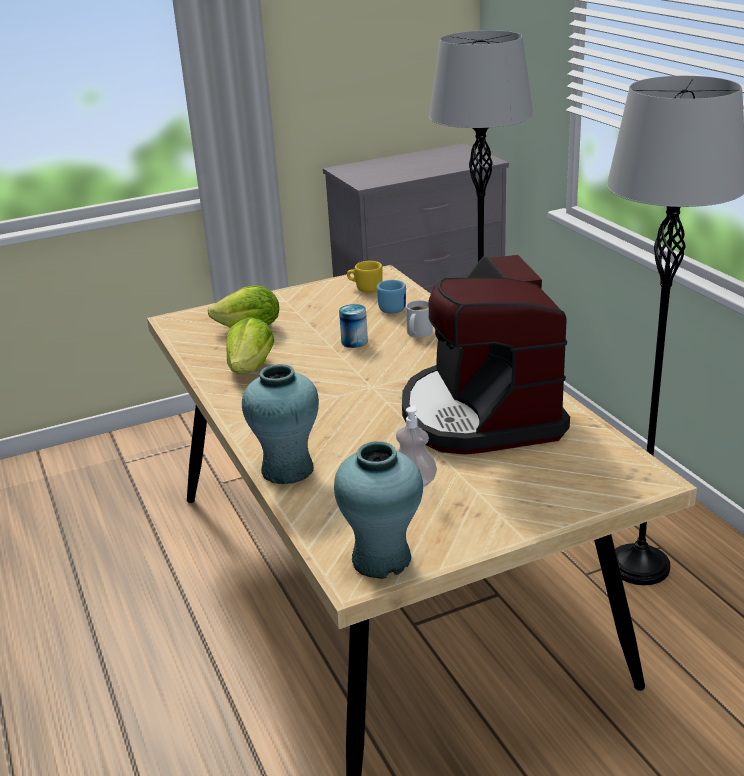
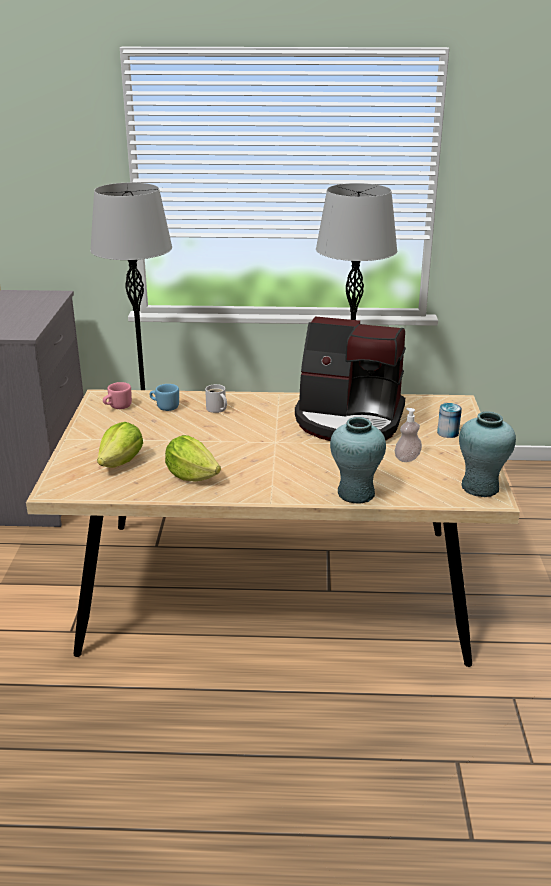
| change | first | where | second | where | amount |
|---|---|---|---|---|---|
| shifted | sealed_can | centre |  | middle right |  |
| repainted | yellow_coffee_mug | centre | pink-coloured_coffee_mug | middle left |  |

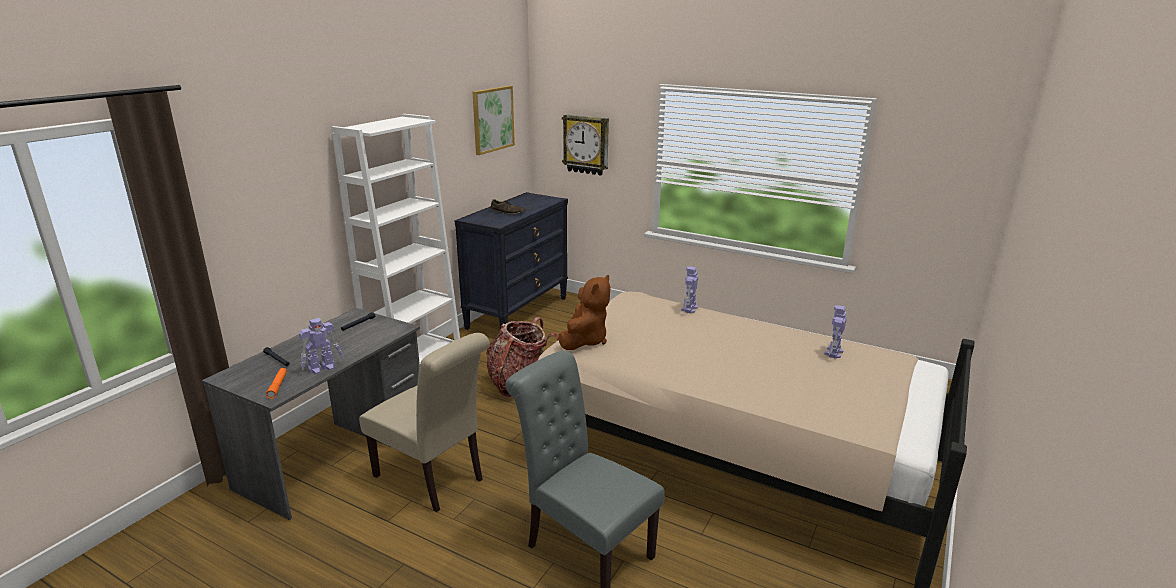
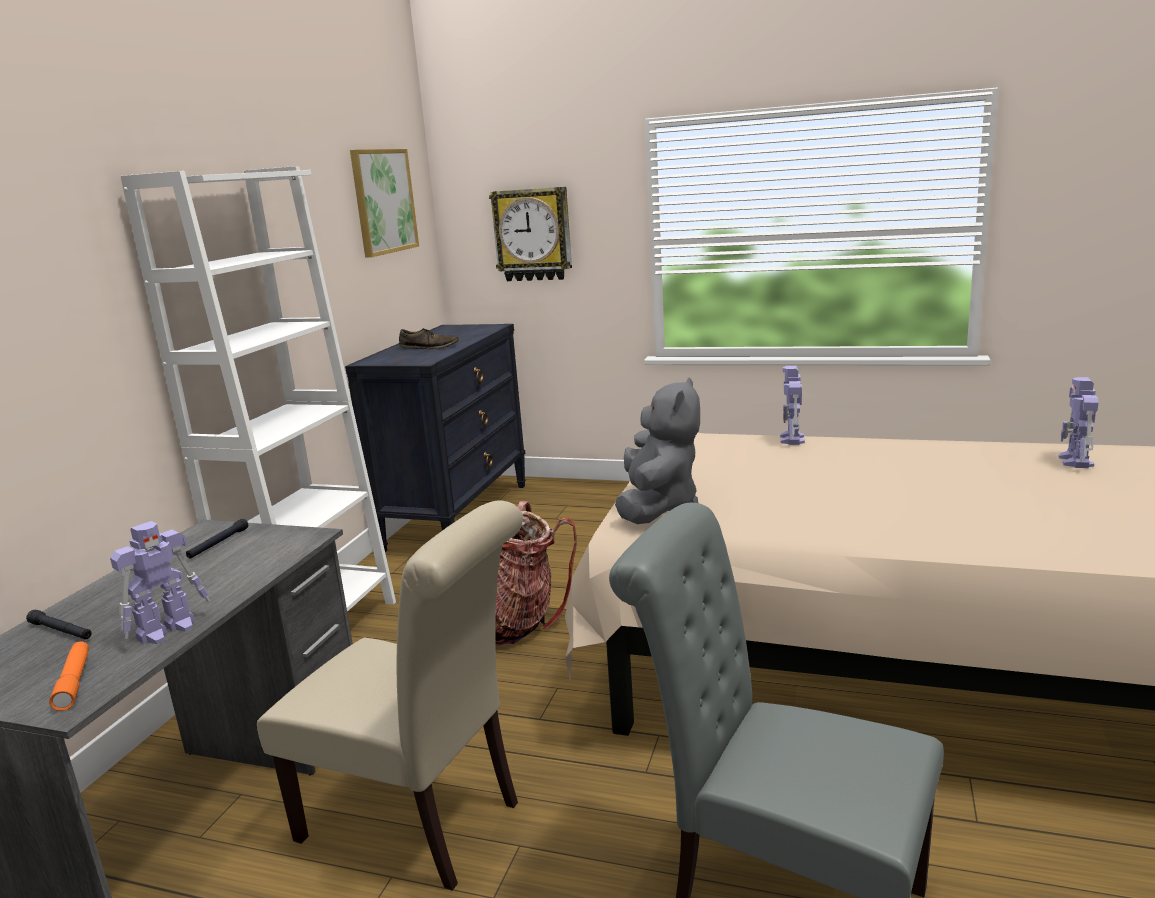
| change | first | where | second | where | amount |
|---|---|---|---|---|---|
| repainted | brownish_soft_toy | centre | grey_soft_toy | centre |  |

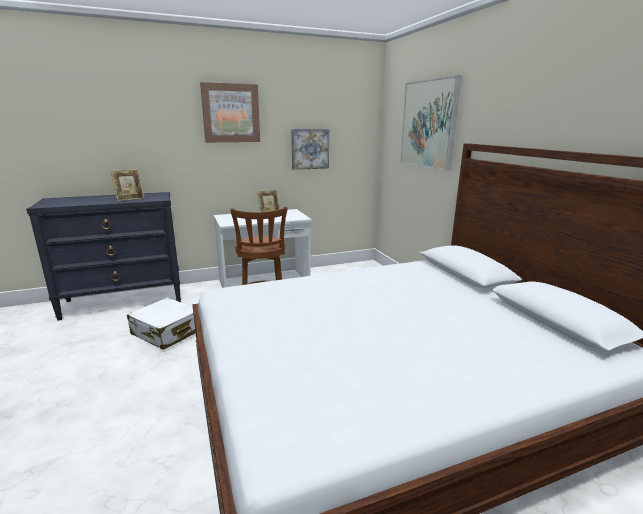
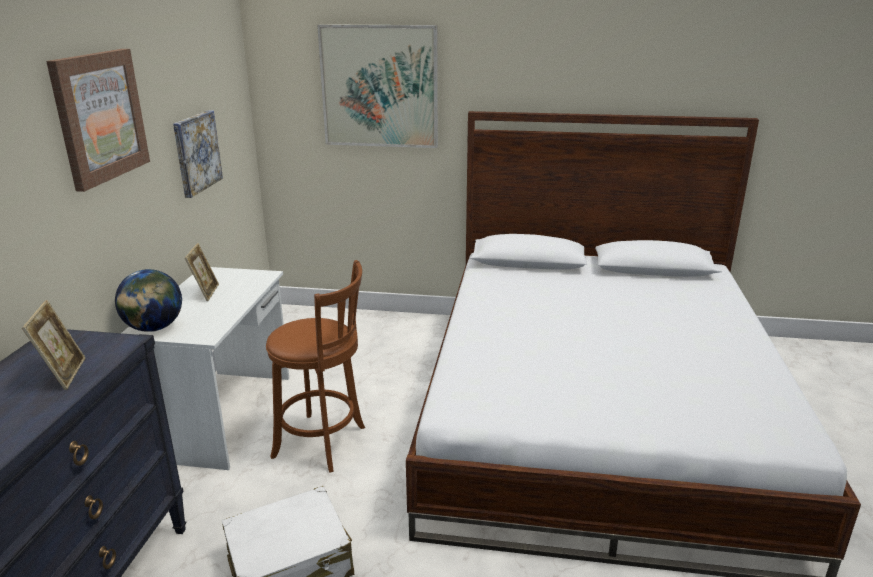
| change | first | where | second | where | amount |
|---|---|---|---|---|---|
| new |  |  | desk_globe | middle left |  |

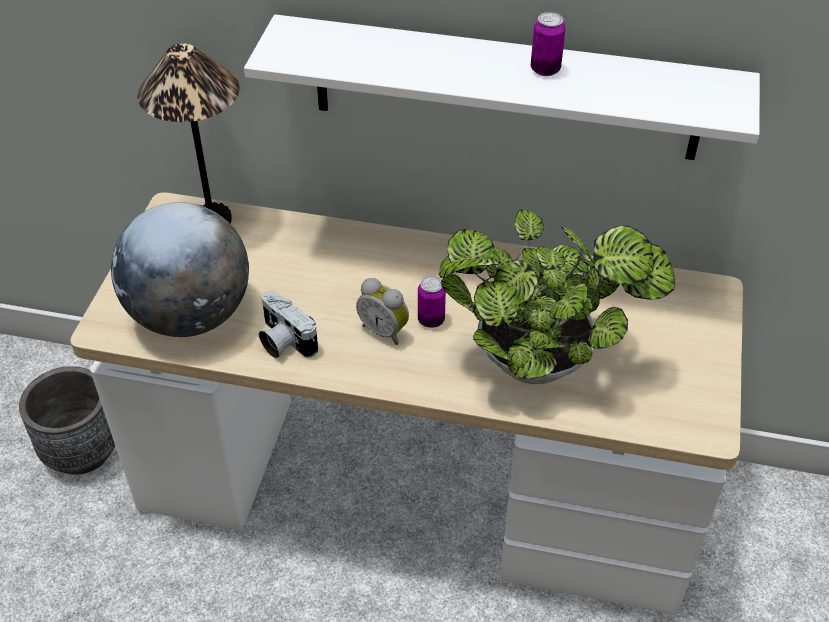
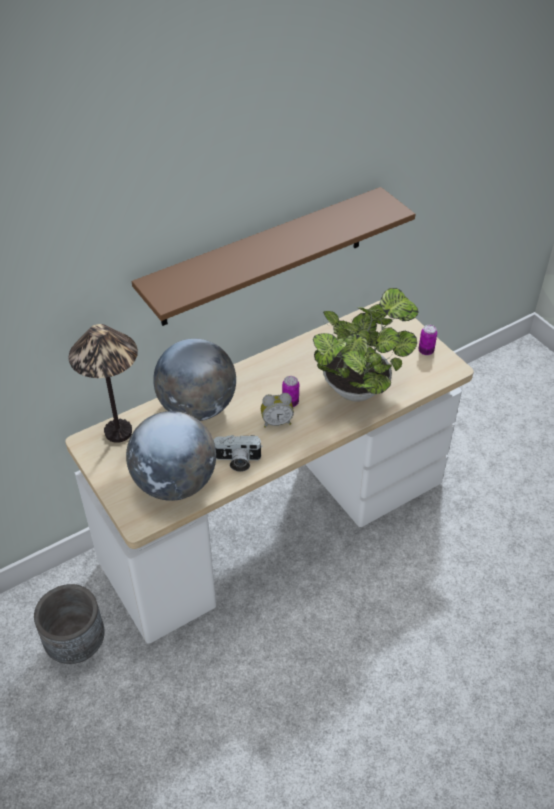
| change | first | where | second | where | amount |
|---|---|---|---|---|---|
| repainted | whitish_shelf | top centre | brownish_shelf | top centre |  |
| shifted | sealed_can (no. 2 from left) | top centre |  | middle right |  |
| new |  |  | desk_globe (no. 2 from left) | centre |  |

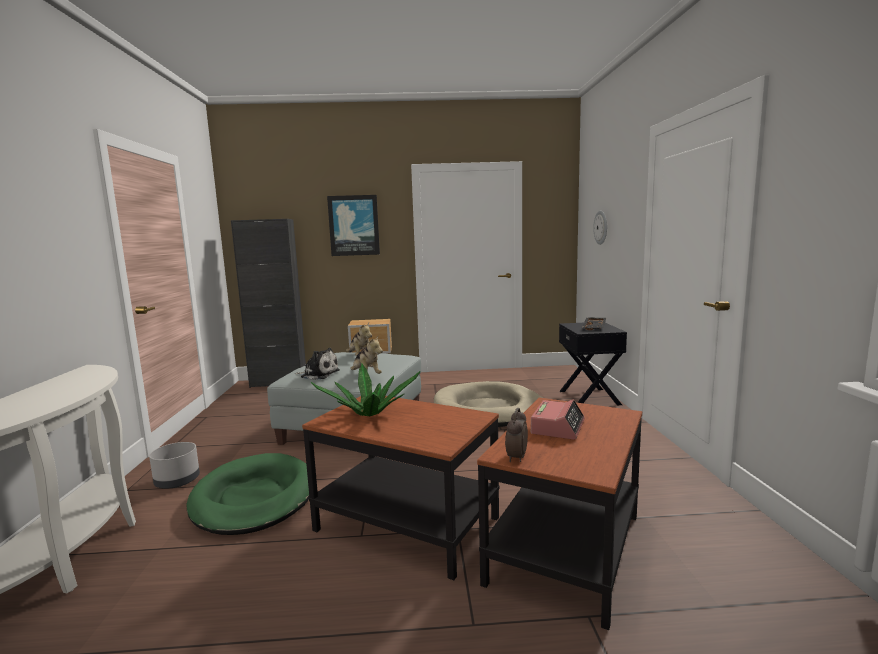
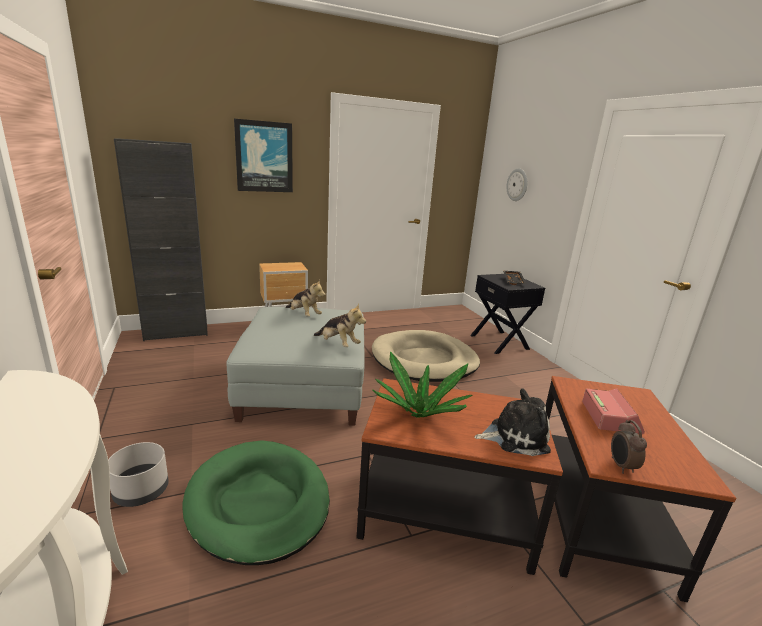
| change | first | where | second | where | amount |
|---|---|---|---|---|---|
| shifted | soft_toy (no. 1 from left in the first image) | centre | soft_toy (no. 3 from left) | bottom right |  |

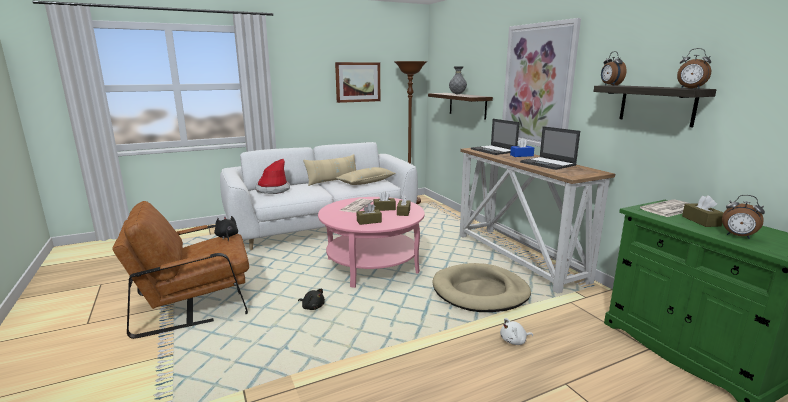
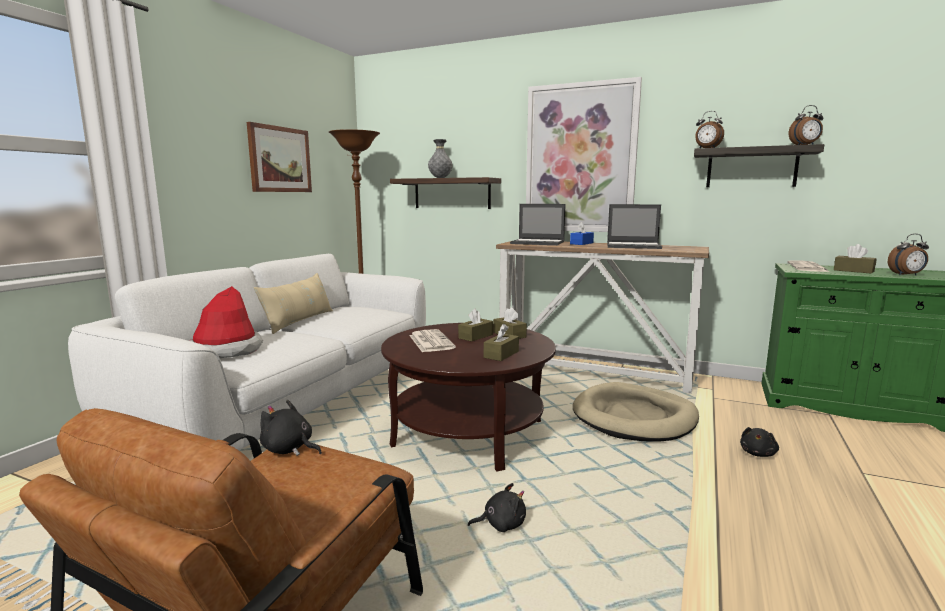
| change | first | where | second | where | amount |
|---|---|---|---|---|---|
| repainted | pink-coloured_coffee_table | centre | brownish_coffee_table | centre |  |
| gone | beige_throw_pillow (no. 2 from left) | centre |  |  |  |
| repainted | whitish_soft_toy | bottom centre | black-coloured_soft_toy (no. 3 from left) | bottom right |  |

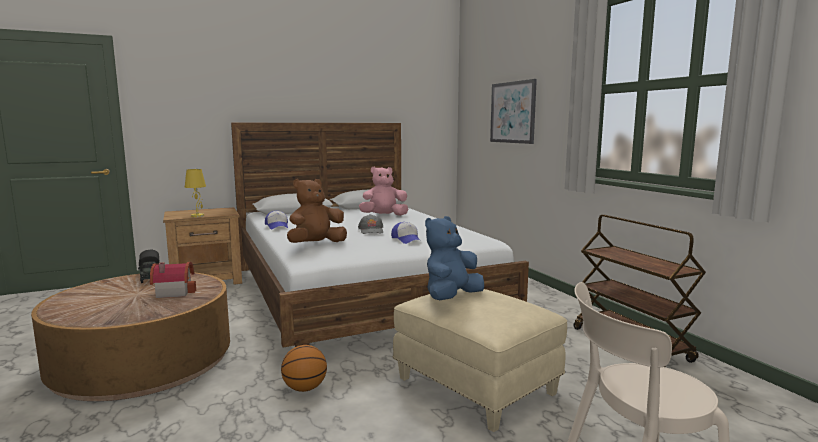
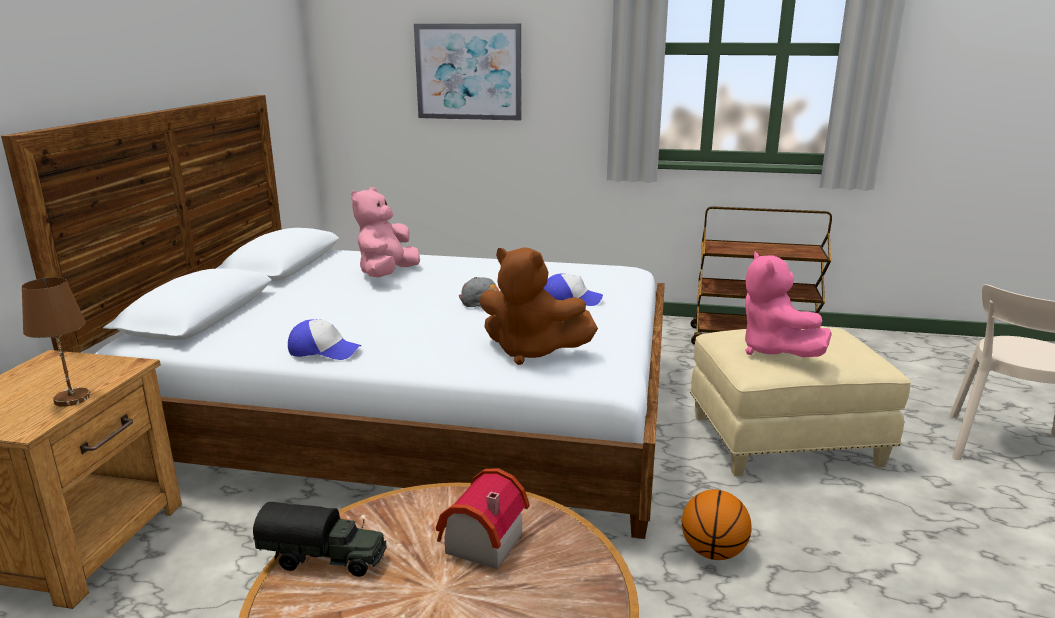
| change | first | where | second | where | amount |
|---|---|---|---|---|---|
| repainted | yellow_lamp_for_a_table | middle left | brownish_lamp_for_a_table | middle left |  |
| rotated | brownish_soft_toy | centre |  | centre | 60 degrees counterclockwise |
| repainted | blue_soft_toy | centre | pink-coloured_soft_toy (no. 2 from left) | middle right |  |

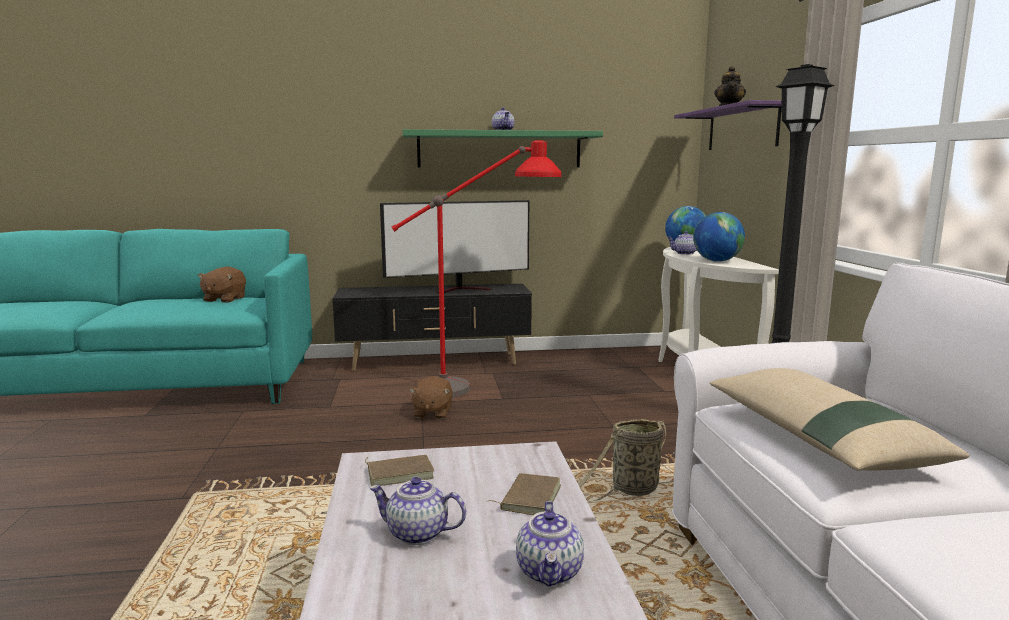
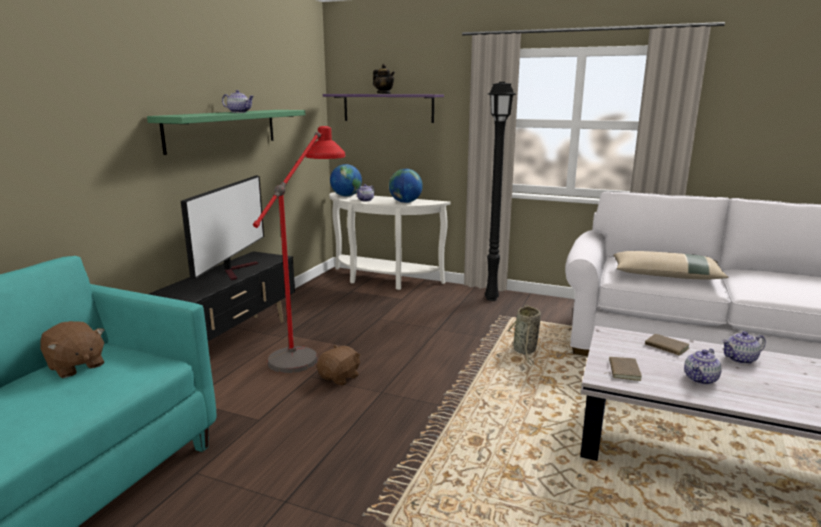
| change | first | where | second | where | amount |
|---|---|---|---|---|---|
| rotated | brownish_soft_toy (no. 2 from left) | centre |  | bottom centre | 90 degrees counterclockwise |
| rotated | tea_pot (no. 3 from left in the first image) | bottom centre | tea_pot (no. 5 from left) | middle right | 135 degrees clockwise |

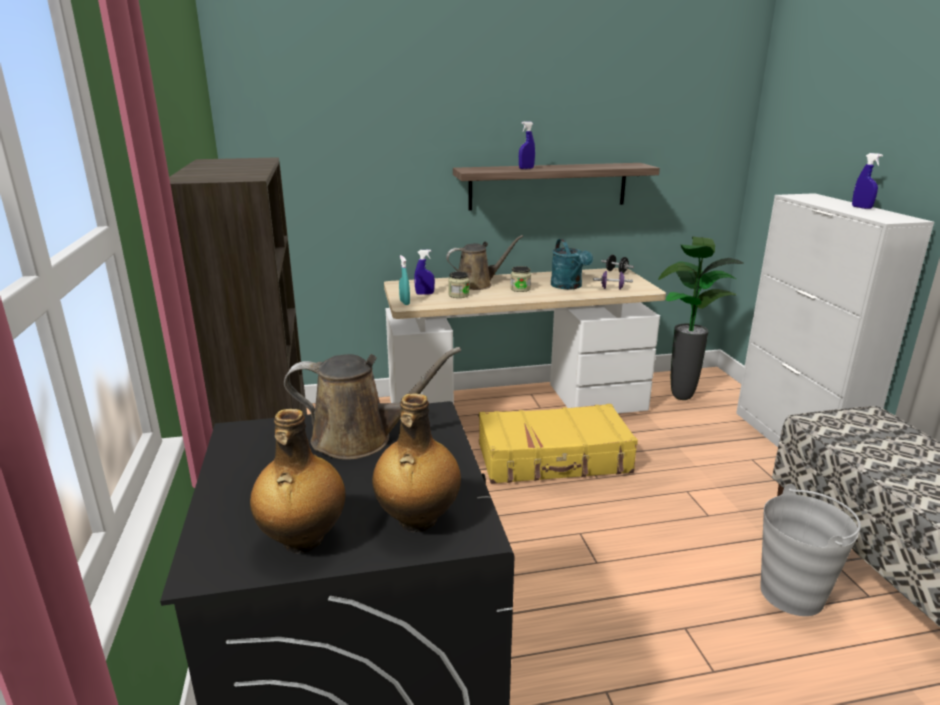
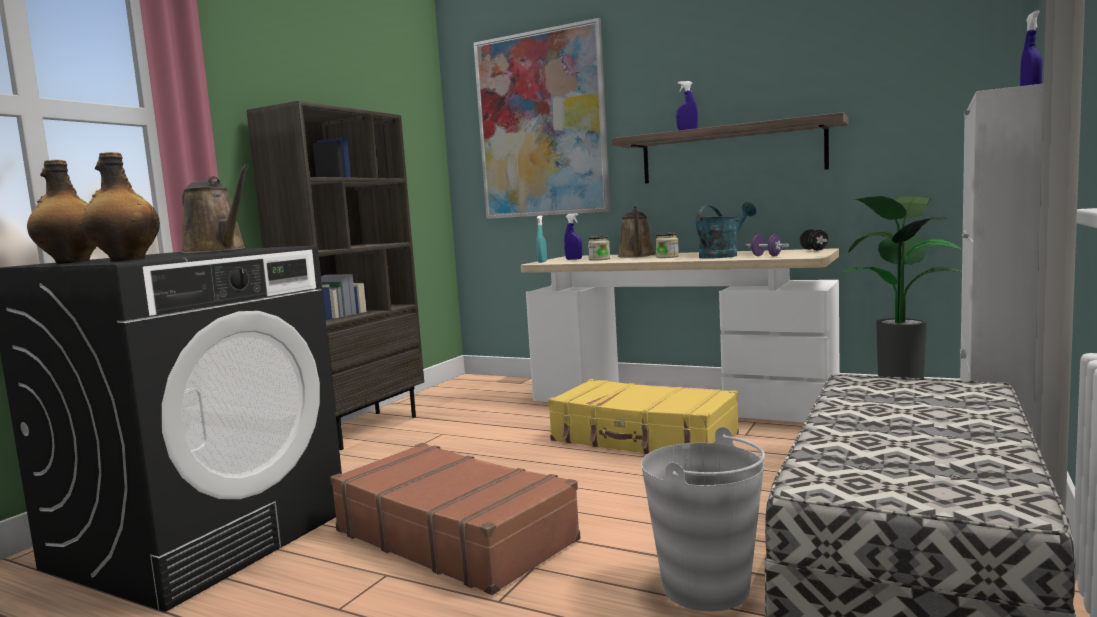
| change | first | where | second | where | amount |
|---|---|---|---|---|---|
| rotated | brownish_watering_pot (no. 2 from left) | centre |  | centre | 75 degrees clockwise |
| rotated | turquoise_watering_pot | centre |  | centre | 150 degrees counterclockwise |
| new |  |  | brownish_piece_of_luggage | bottom centre |  |
| new |  |  | wall_picture | top centre |  |

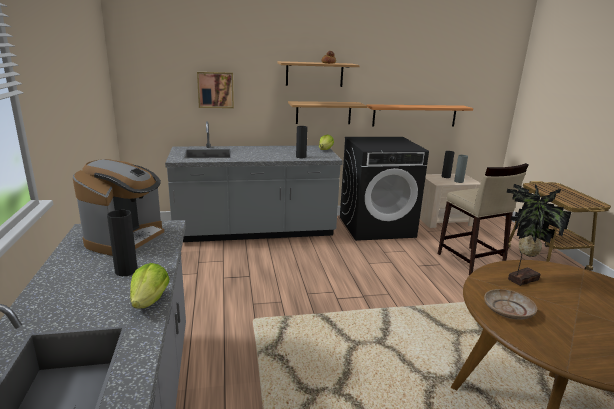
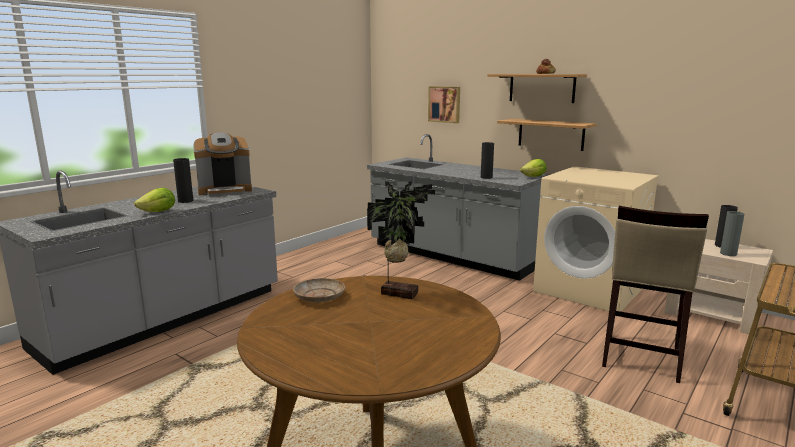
| change | first | where | second | where | amount |
|---|---|---|---|---|---|
| repainted | black-coloured_washing_machine | centre | beige_washing_machine | middle right |  |
| gone | shelf (no. 3 from left) | top right |  |  |  |

